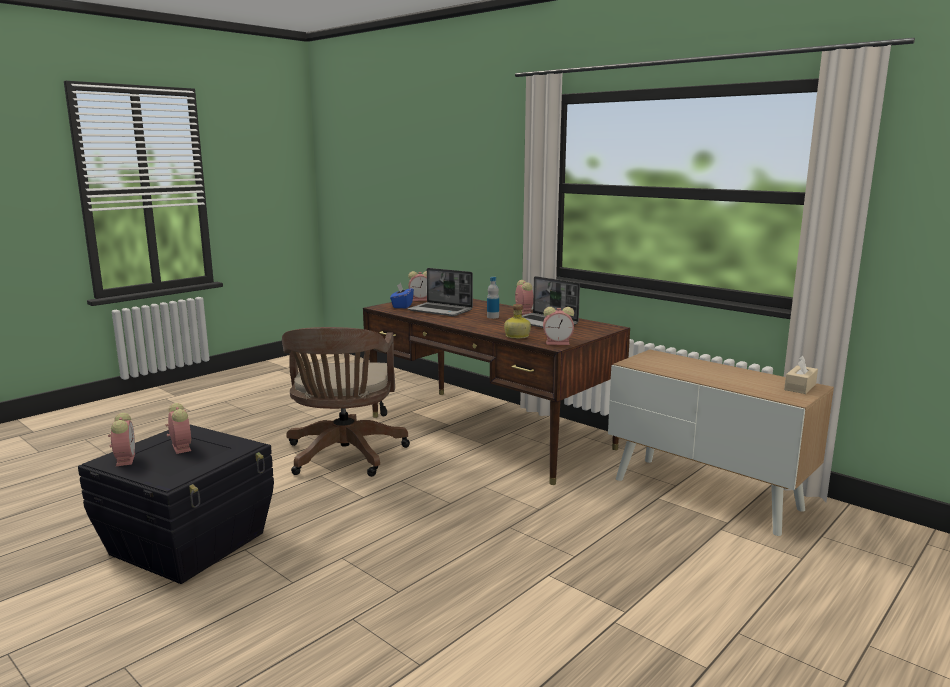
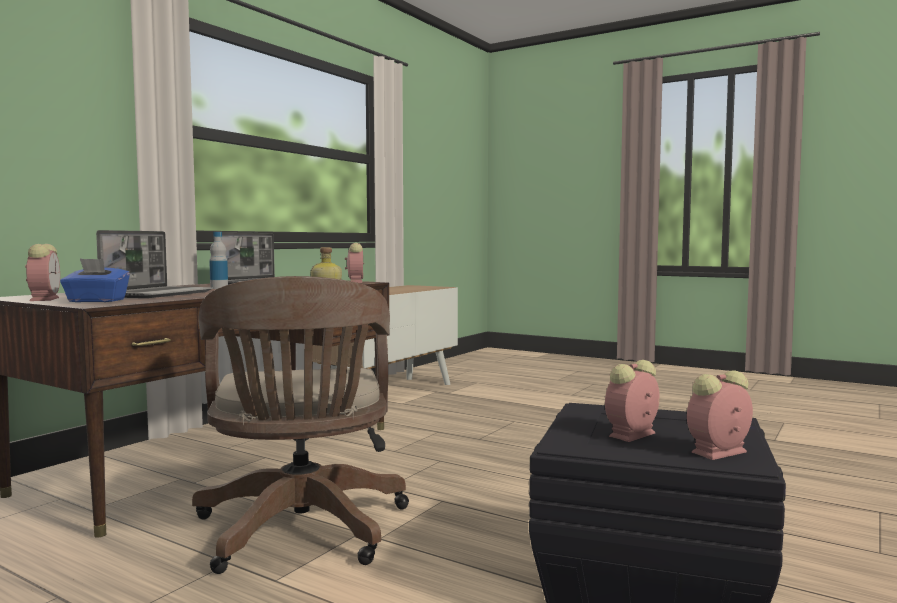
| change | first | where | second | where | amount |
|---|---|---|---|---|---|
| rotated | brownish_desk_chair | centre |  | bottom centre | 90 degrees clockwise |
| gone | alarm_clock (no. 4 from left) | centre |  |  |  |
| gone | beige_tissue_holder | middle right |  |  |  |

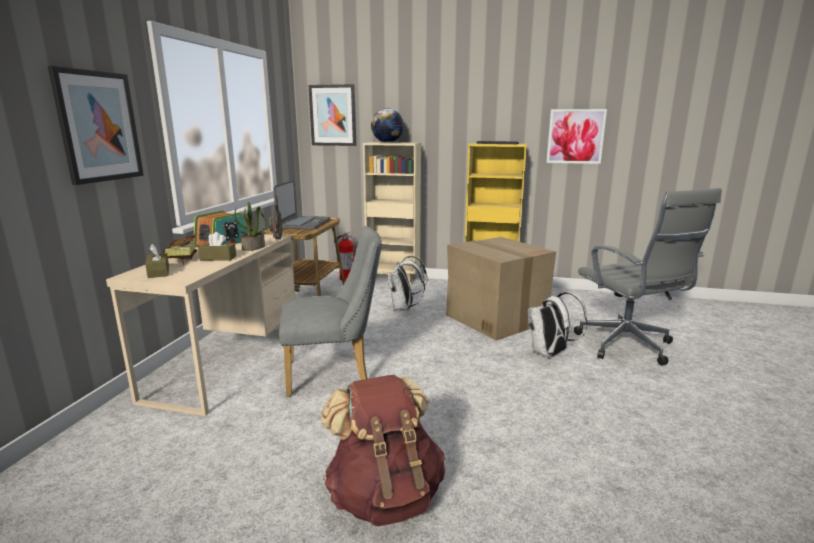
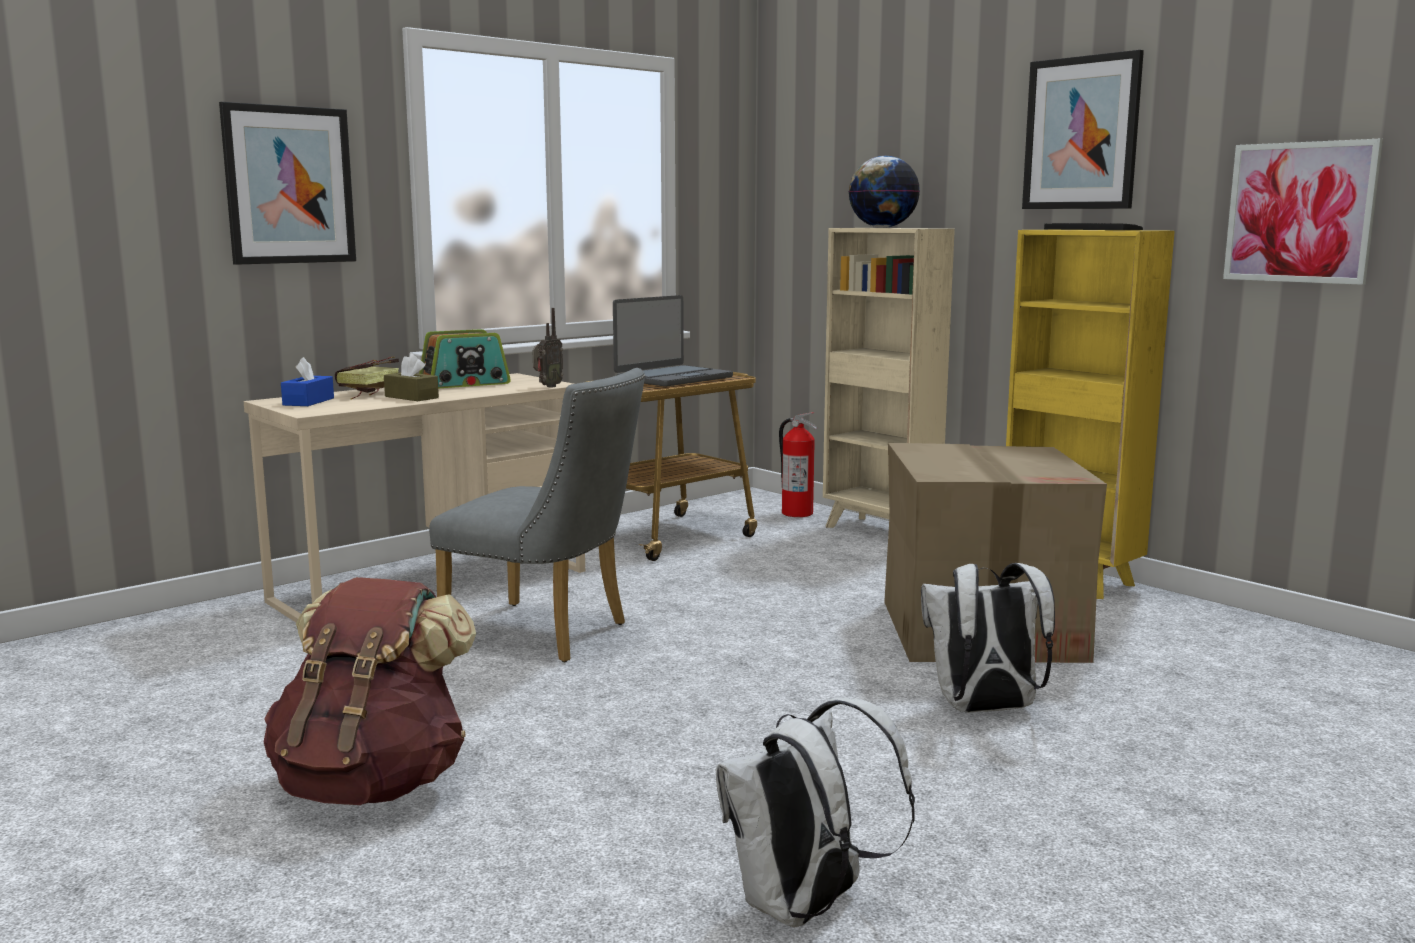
| change | first | where | second | where | amount |
|---|---|---|---|---|---|
| repainted | brownish_tissue_holder (no. 1 from left) | middle left | blue_tissue_holder | middle left |  |
| gone | houseplant | middle left |  |  |  |
| shifted | wall_picture (no. 2 from left) | top centre |  | top right |  |
| shifted | whitish_rucksack (no. 1 from left) | centre |  | bottom centre |  |
| gone | grey_desk_chair | middle right |  |  |  |

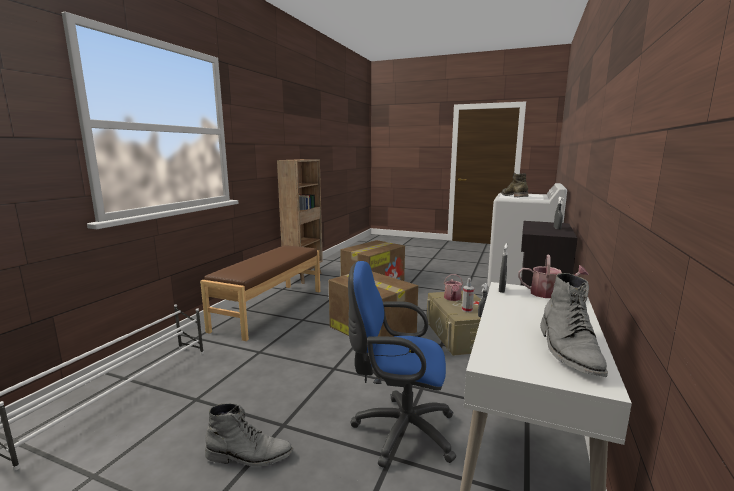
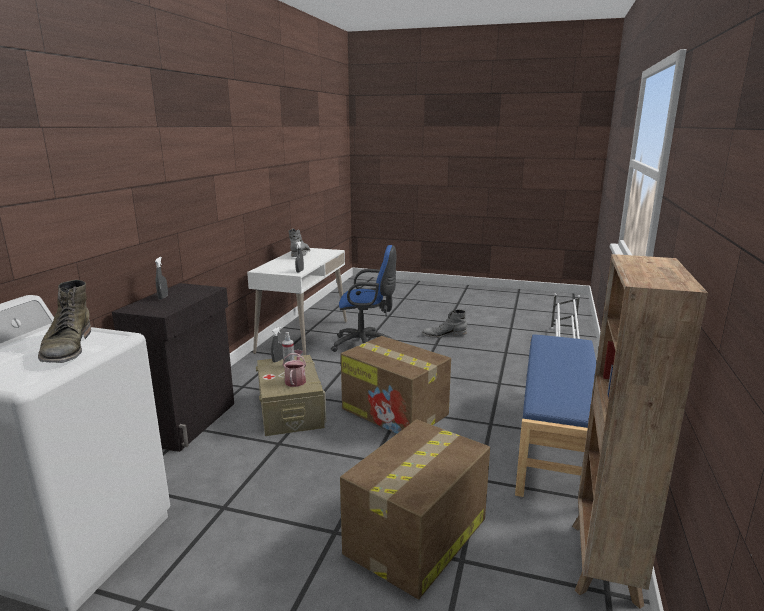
| change | first | where | second | where | amount |
|---|---|---|---|---|---|
| repainted | brownish_indoor_bench | centre | blue_indoor_bench | bottom right |  |
| gone | watering_pot (no. 2 from left) | middle right |  |  |  |

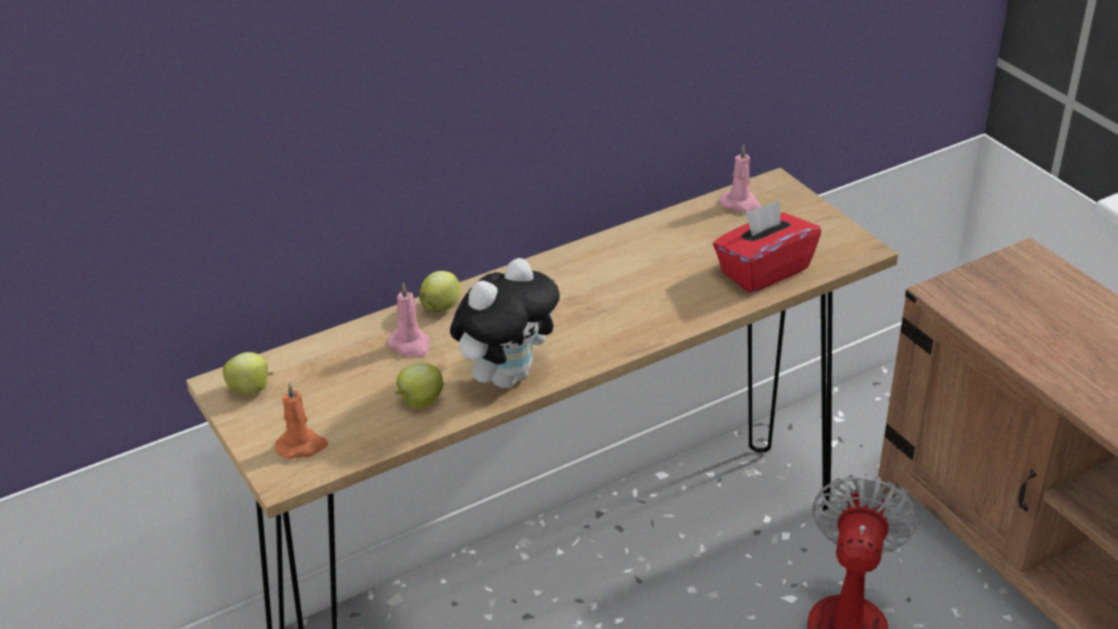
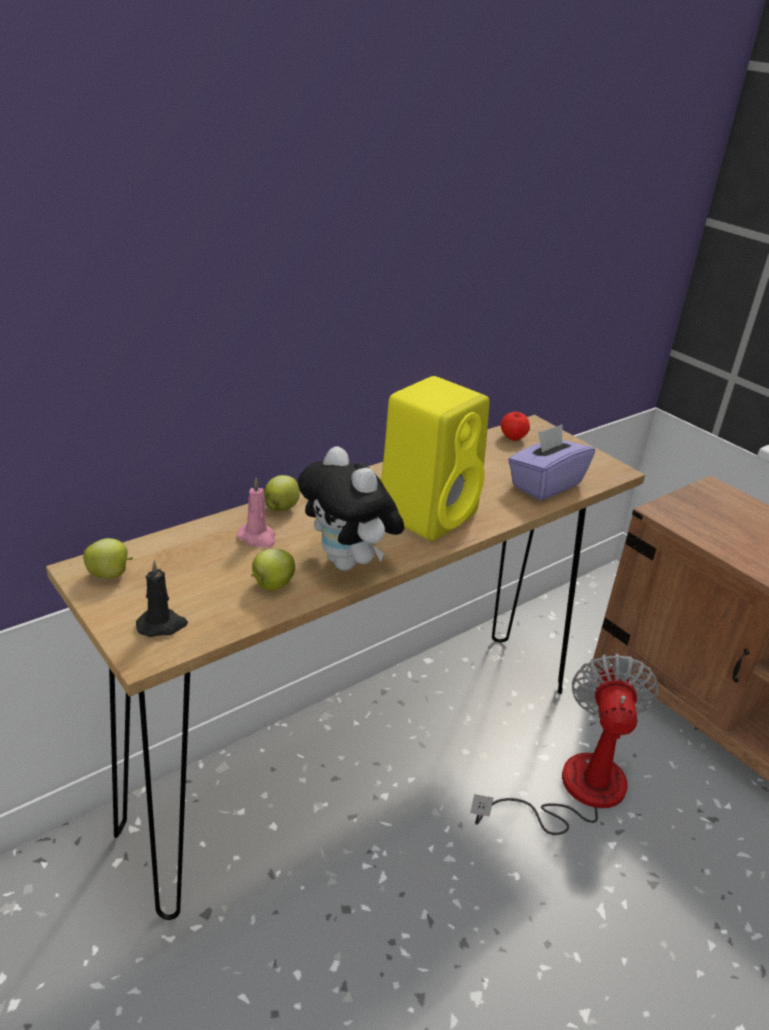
| change | first | where | second | where | amount |
|---|---|---|---|---|---|
| repainted | orange-coloured_wax_candle | bottom left | black-coloured_wax_candle | middle left |  |
| rotated | soft_toy | centre |  | centre | 105 degrees clockwise |
| repainted | red-coloured_tissue_holder | middle right | purplish_tissue_holder | middle right |  |
| swapped | pink-coloured_wax_candle (no. 2 from left) | top centre | apple_fruit (no. 4 from left) | middle right |  |
| new |  |  | yellow_speaker | centre |  |

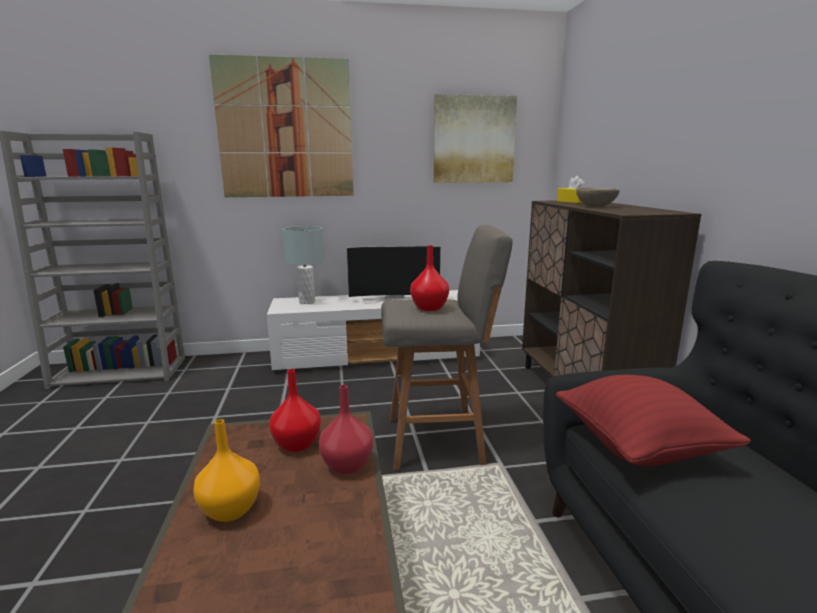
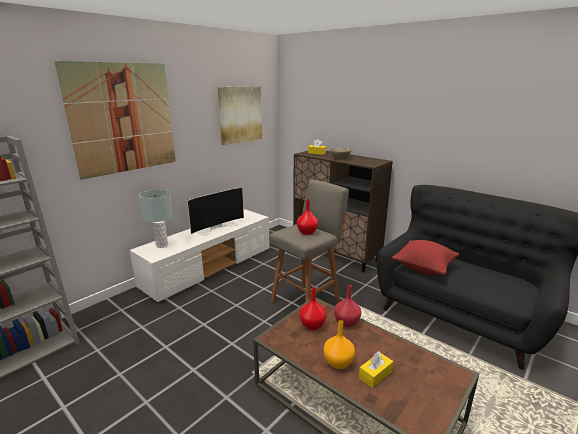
| change | first | where | second | where | amount |
|---|---|---|---|---|---|
| new |  |  | yellow_tissue_holder (no. 2 from left) | bottom centre |  |

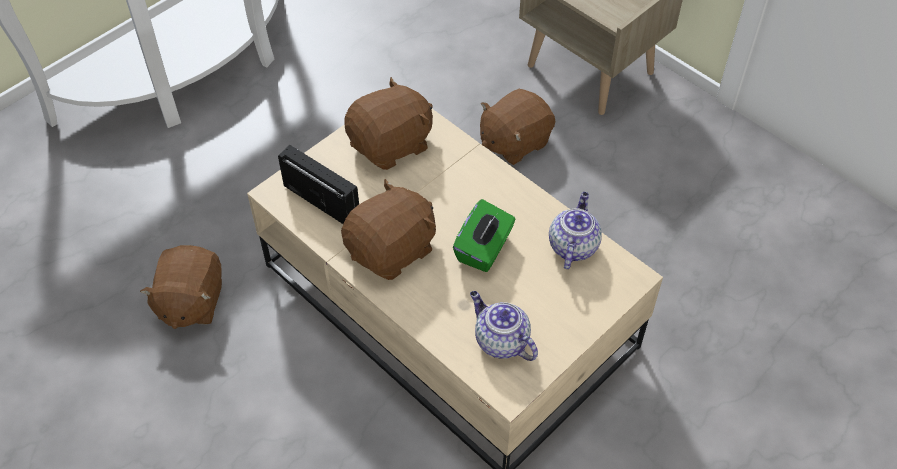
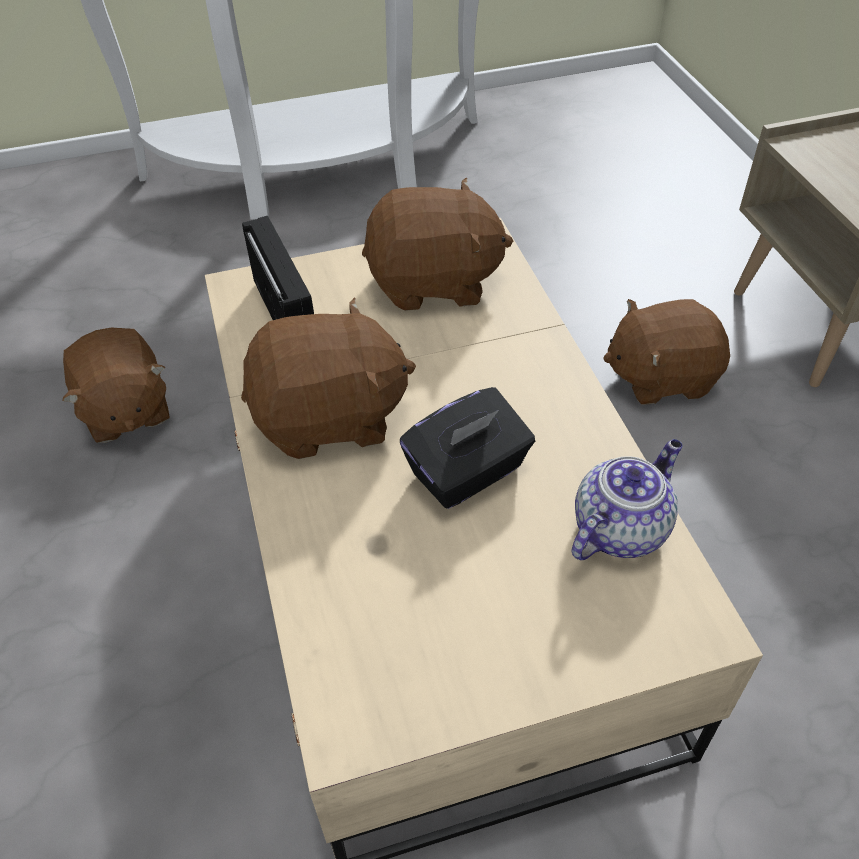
| change | first | where | second | where | amount |
|---|---|---|---|---|---|
| rotated | brownish_soft_toy (no. 1 from left) | middle left |  | middle left | 60 degrees counterclockwise |
| repainted | greenish_tissue_holder | centre | black-coloured_tissue_holder | centre |  |
| gone | tea_pot (no. 1 from left) | bottom centre |  |  |  |

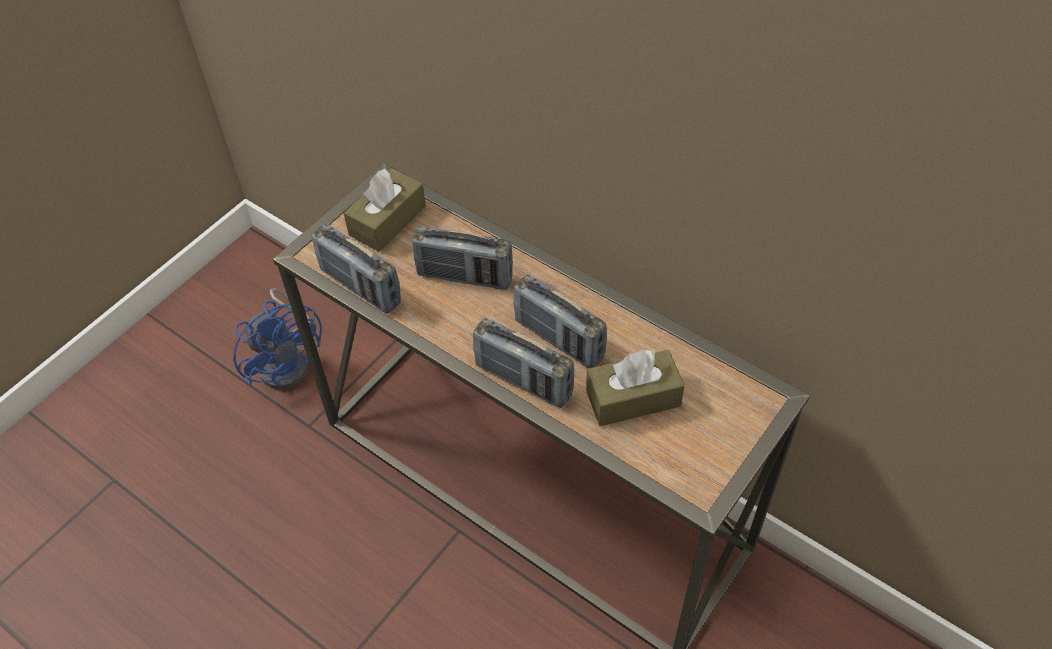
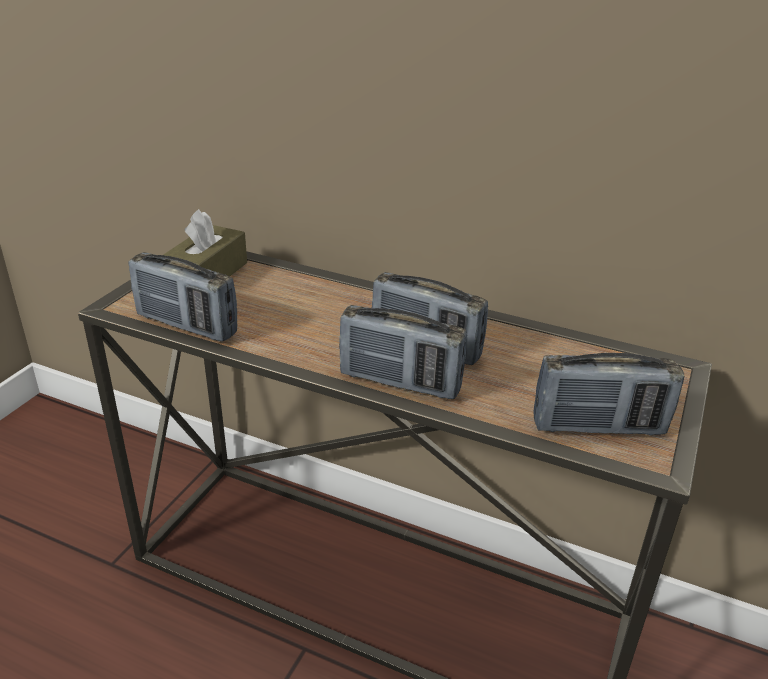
| change | first | where | second | where | amount |
|---|---|---|---|---|---|
| gone | blue_fan | middle left |  |  |  |
| shifted | radio (no. 2 from left in the first image) | centre | radio (no. 4 from left) | middle right |  |
| gone | brownish_tissue_holder (no. 2 from left) | centre |  |  |  |

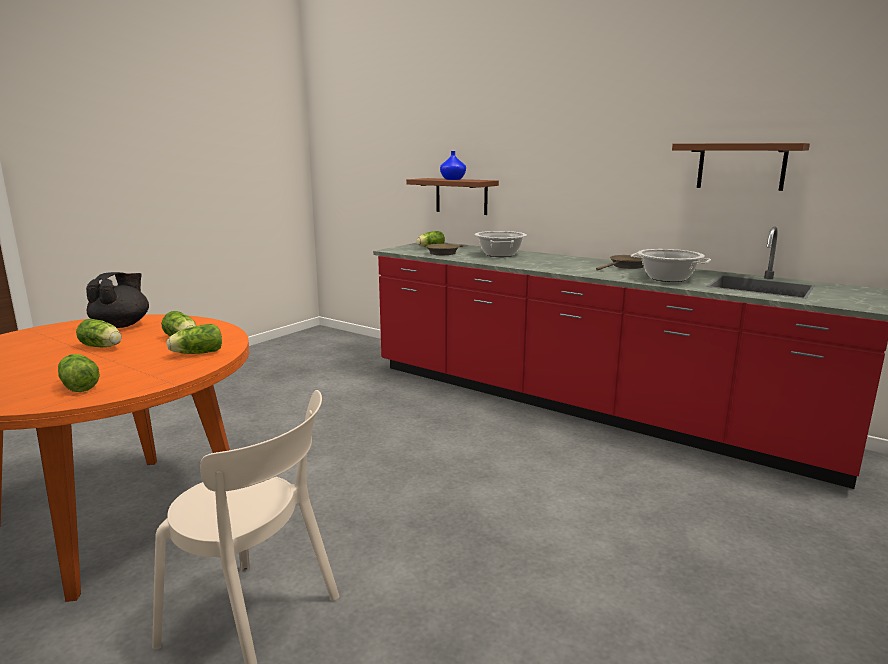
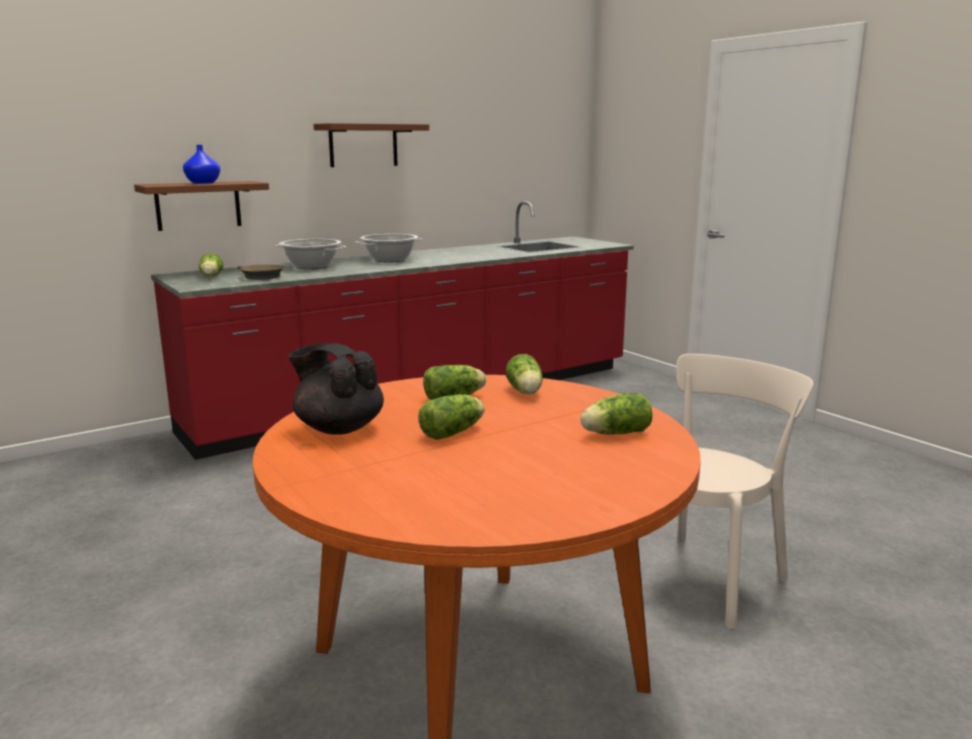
| change | first | where | second | where | amount |
|---|---|---|---|---|---|
| gone | brownish_skillet (no. 2 from left) | middle right |  |  |  |
| shifted | saucepot (no. 2 from left) | middle right |  | centre |  |
| shifted | brownish_shelf (no. 2 from left) | top right |  | top centre |  |

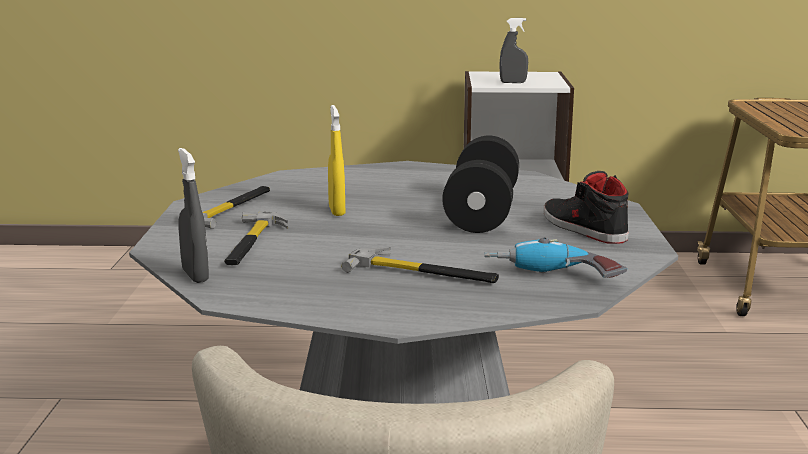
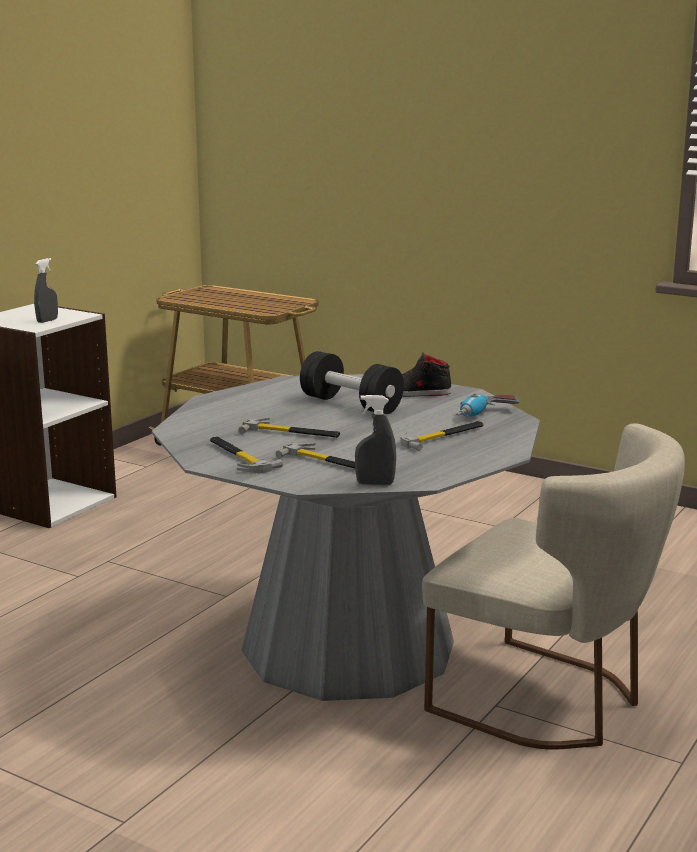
| change | first | where | second | where | amount |
|---|---|---|---|---|---|
| swapped | yellow_hand_sprayer | centre | hand_hammer (no. 2 from left) | centre |  |

